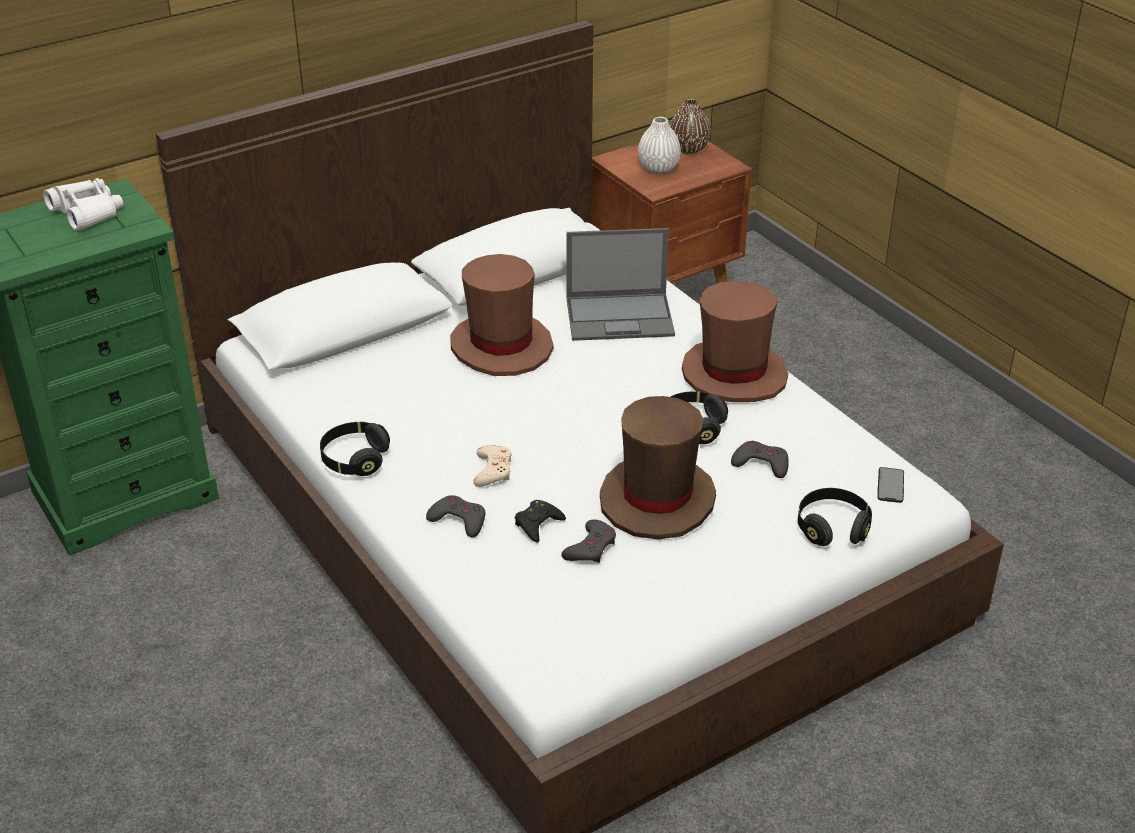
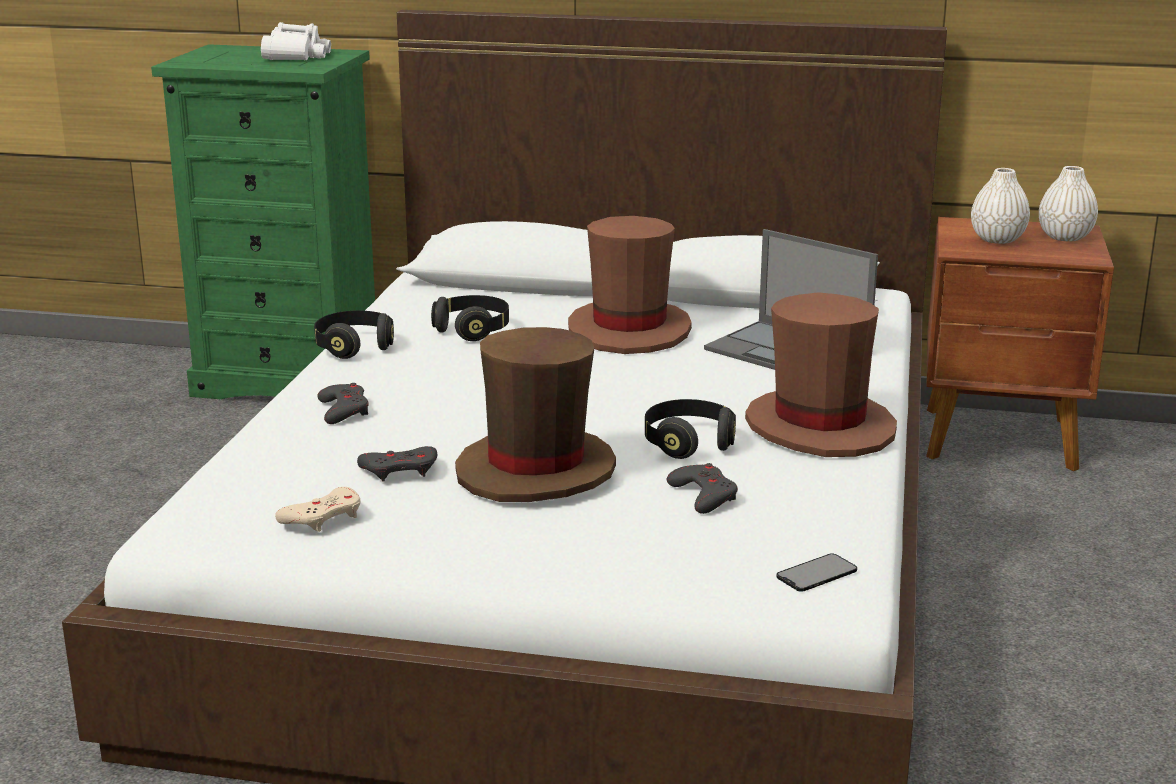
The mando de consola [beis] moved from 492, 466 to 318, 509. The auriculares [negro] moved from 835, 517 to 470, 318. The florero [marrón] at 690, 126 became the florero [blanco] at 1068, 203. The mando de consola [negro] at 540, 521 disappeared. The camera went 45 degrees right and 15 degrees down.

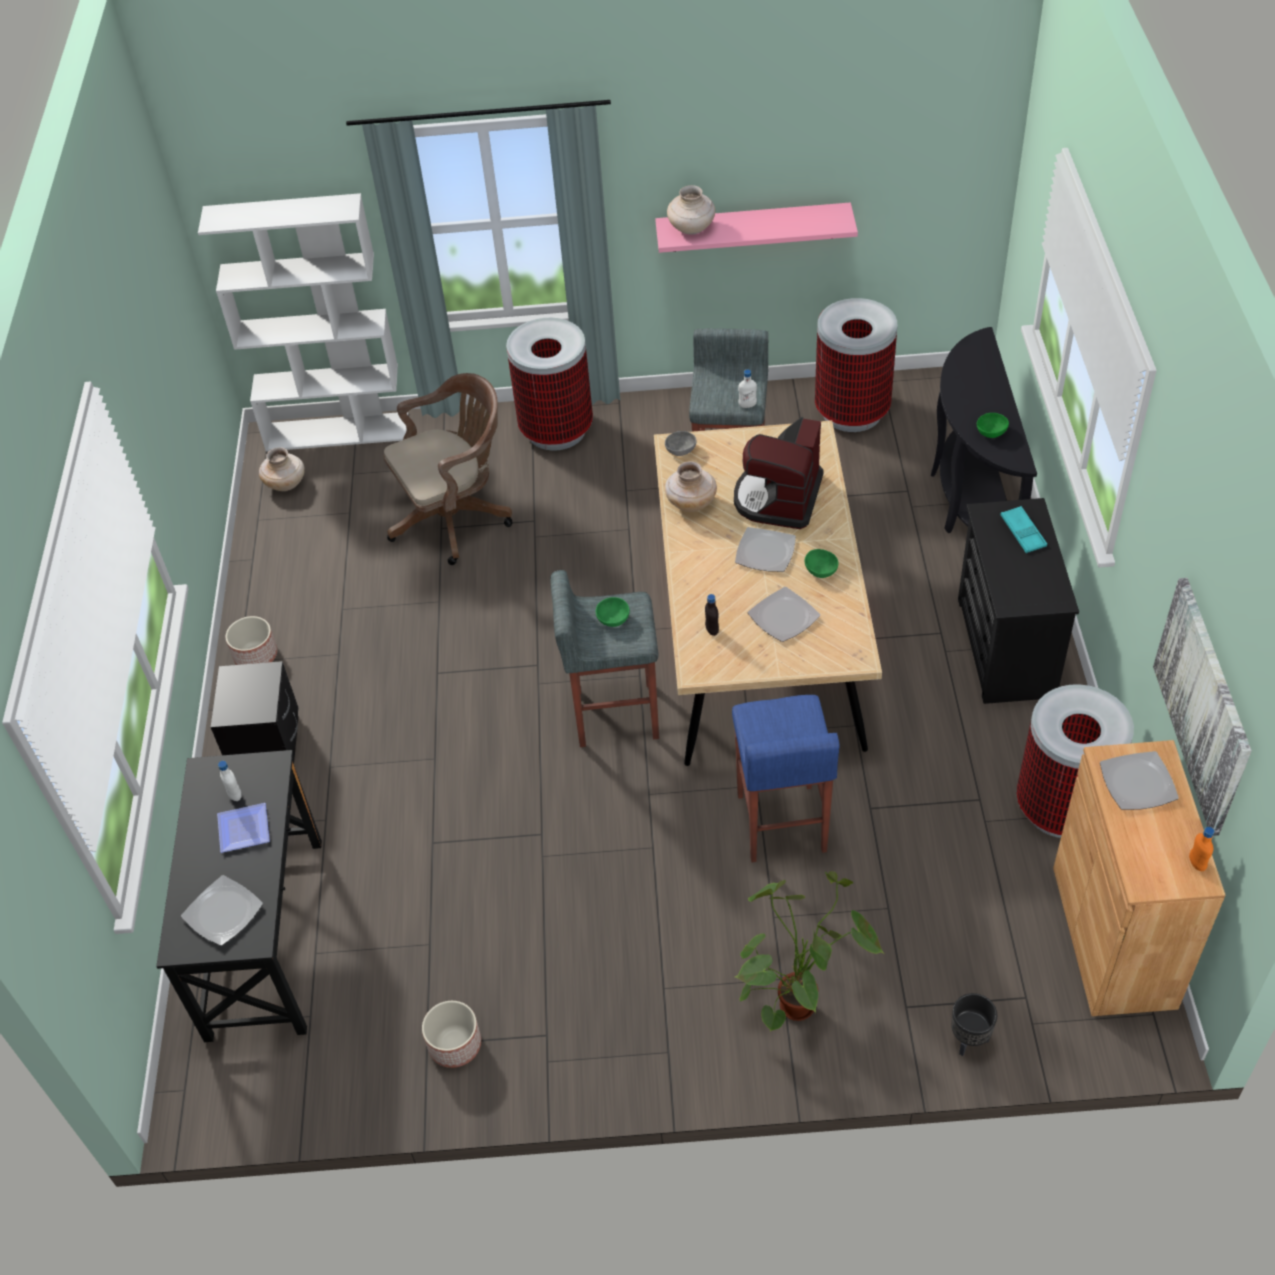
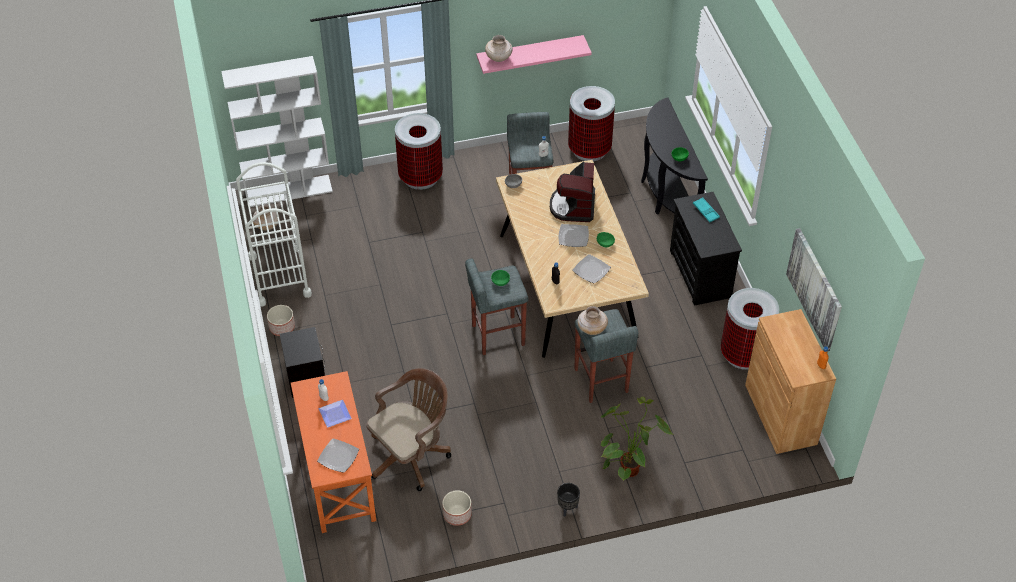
The carrito [blanco] at 274, 234 appeared. The escritorio [negro] at 239, 896 became the escritorio [naranja] at 333, 452. The silla de oficina [marrón] moved from 447, 469 to 409, 429. The maceta [negro] moved from 974, 1024 to 568, 500. The taburete [azul] at 786, 779 became the taburete [gris] at 606, 356. The florero [beis] moved from 691, 486 to 592, 320. The plato at 1139, 780 disappeared. The camera went 15 degrees left and 0 degrees up.

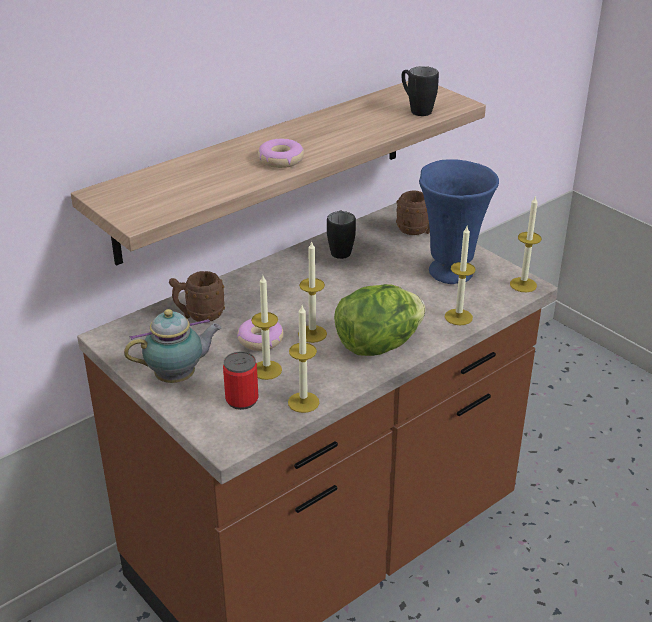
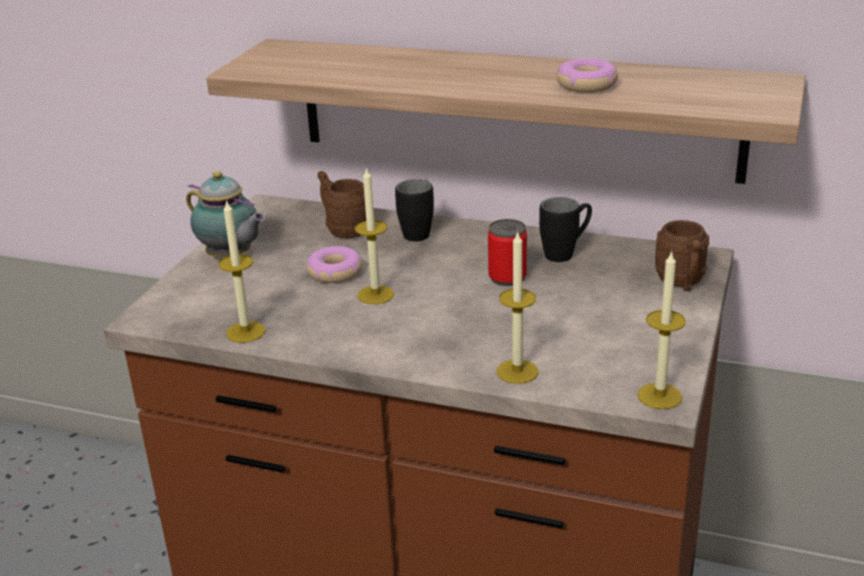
The taza grande [negro] moved from 420, 91 to 414, 210. The lata moved from 240, 381 to 507, 252. The rosquilla moved from 281, 153 to 587, 75. The vela at 266, 327 disappeared. The lechuga at 379, 320 disappeared. The florero [azul] at 459, 221 disappeared. The camera went 60 degrees right and 5 degrees down.

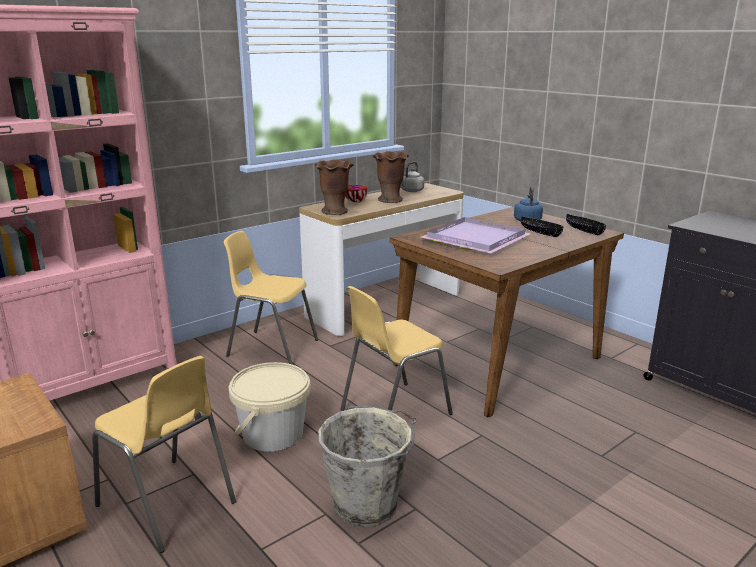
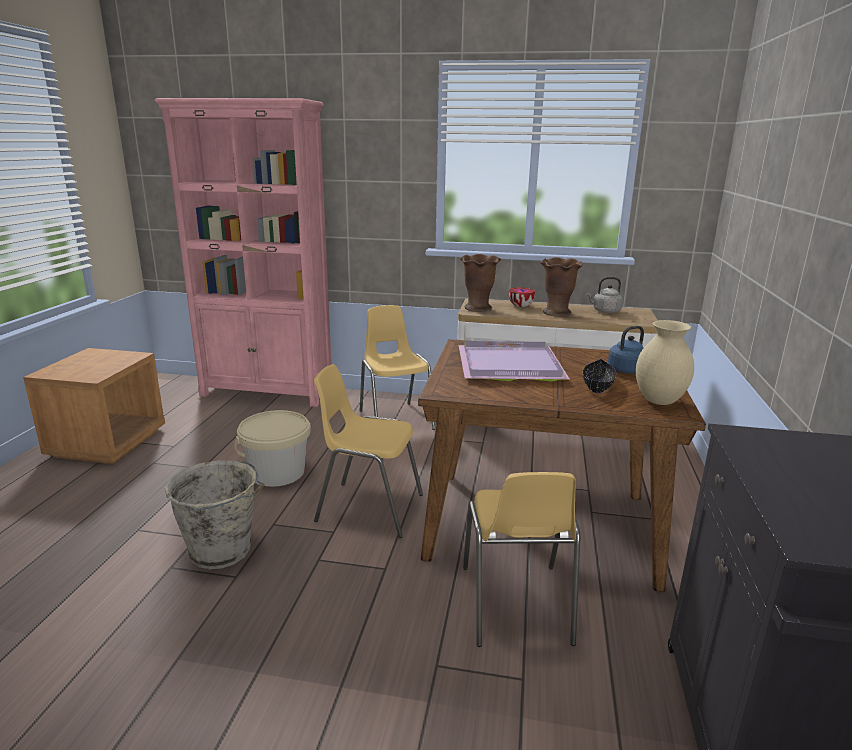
The silla [amarillo] moved from 164, 454 to 521, 559. The cuenco [negro] at 586, 224 was replaced by the florero [beis] at 665, 362. The camera went 50 degrees right and 0 degrees up.

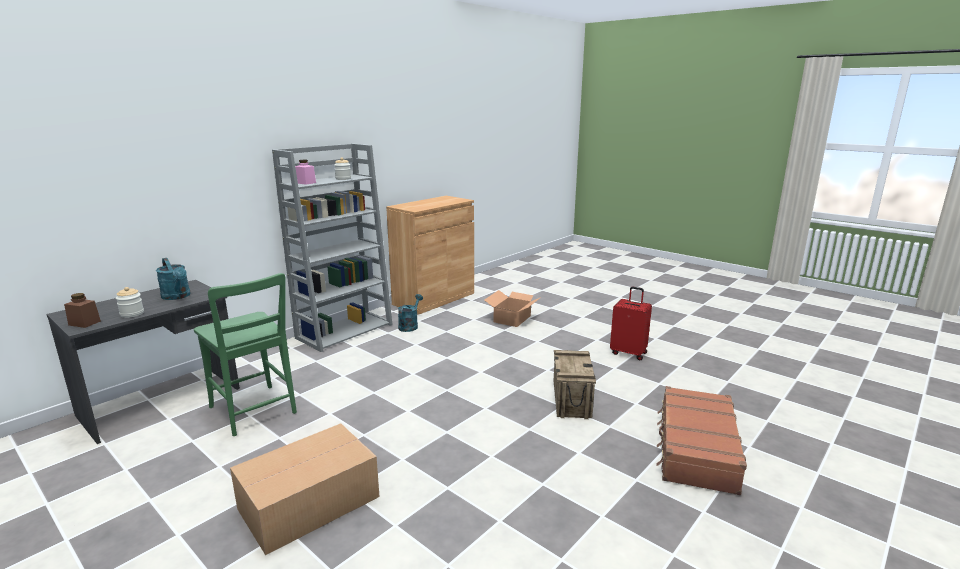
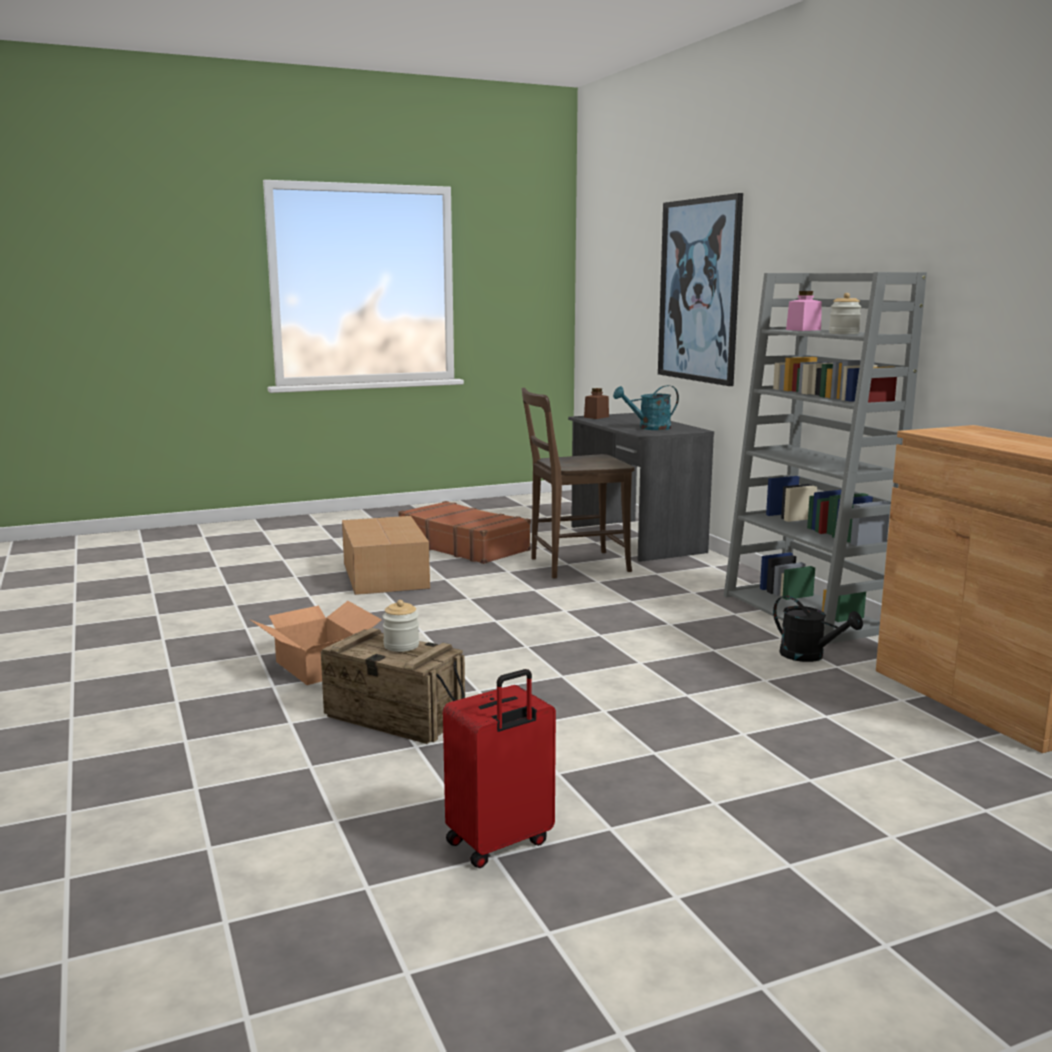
The caja de cartón moved from 512, 308 to 316, 643. The tarro moved from 130, 302 to 401, 626. The maleta [marrón] moved from 701, 440 to 464, 532. The silla [verde] at 245, 354 became the silla [marrón] at 578, 483. The cuadro at 700, 289 appeared. The regadera [turquesa] at 410, 313 became the regadera [negro] at 818, 629. The camera went 115 degrees right and 5 degrees down.

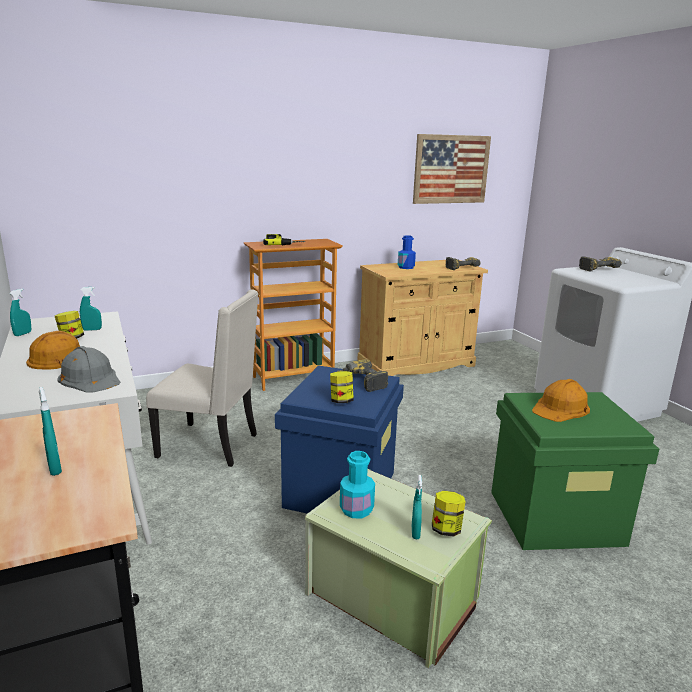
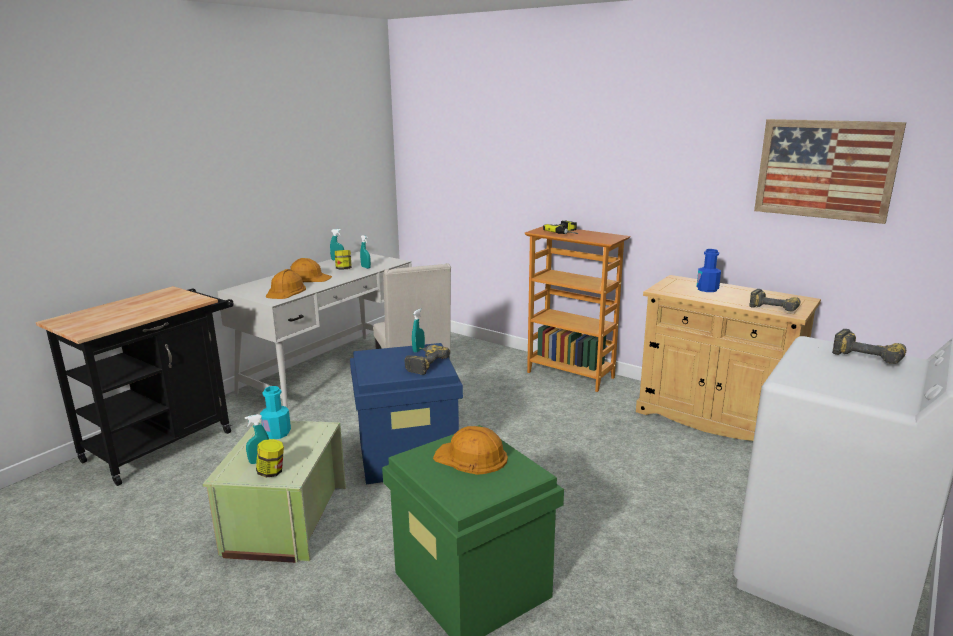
The casco [gris] at 89, 369 became the casco [naranja] at 286, 284. The pulverizador [turquesa] moved from 50, 431 to 418, 330. The tarro at 342, 387 disappeared. The camera went 60 degrees right and 0 degrees up.

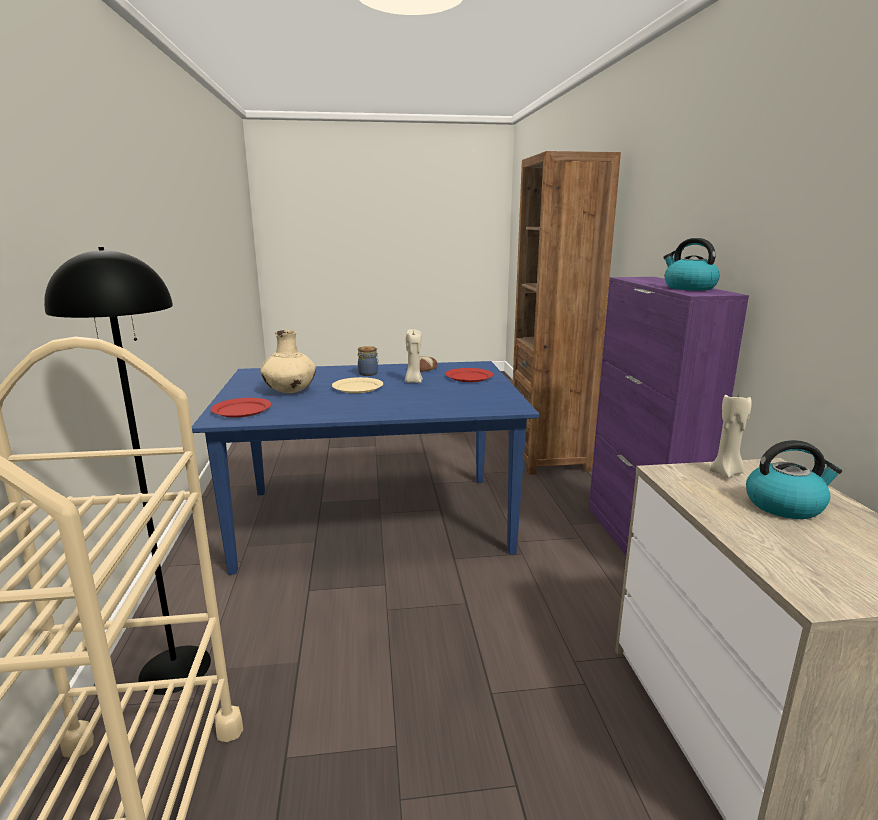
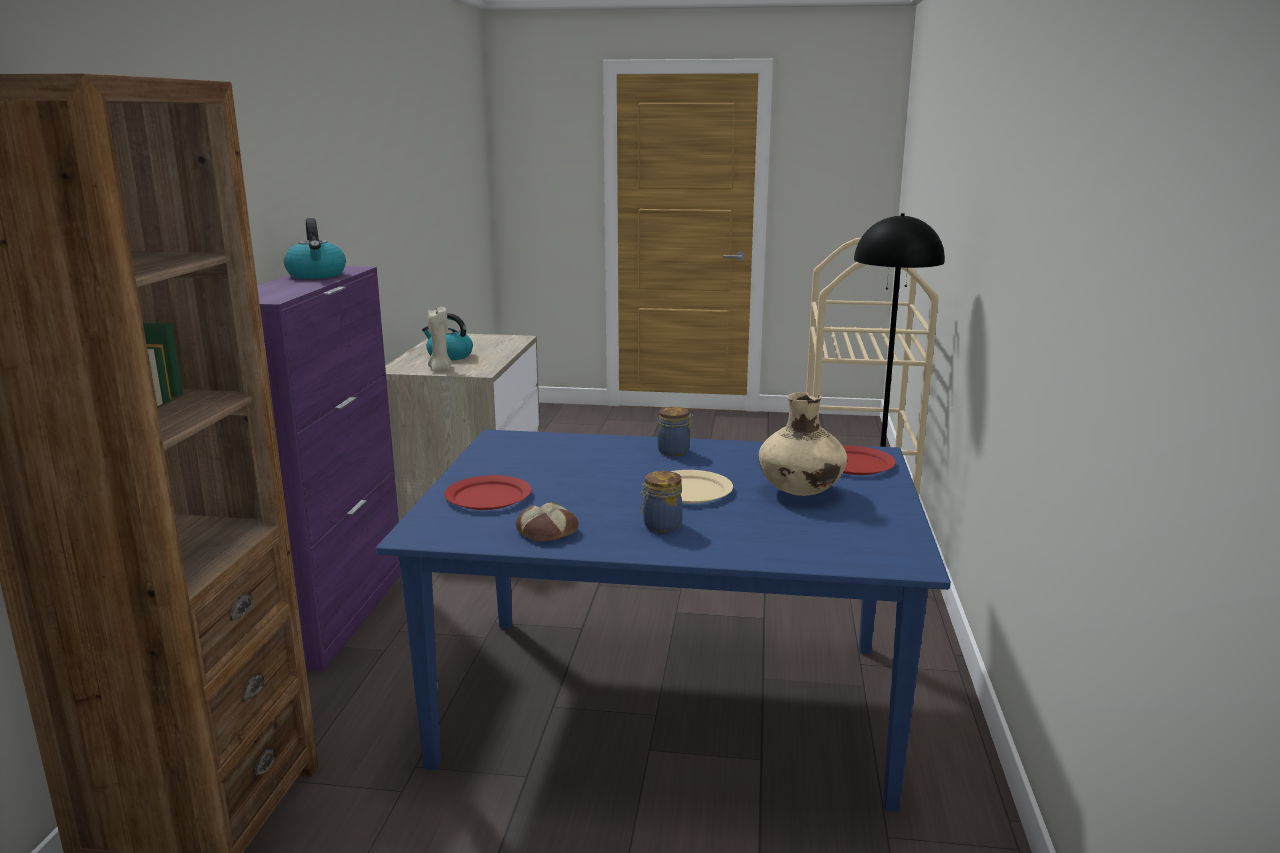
The tarro at 676, 431 appeared. The vela [beis] at 414, 356 disappeared. The camera went 165 degrees left and 0 degrees up.

